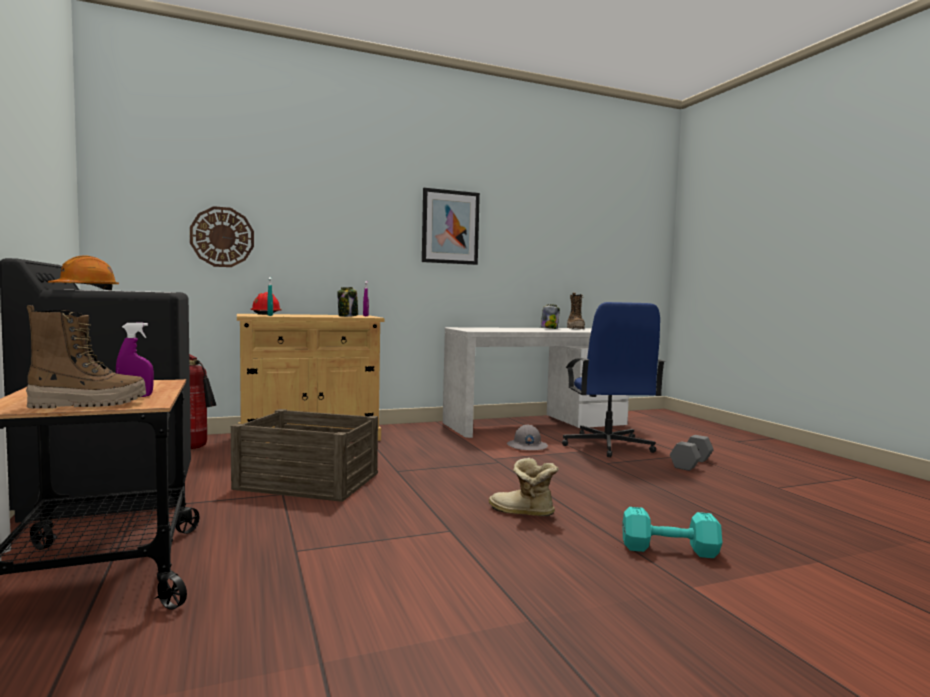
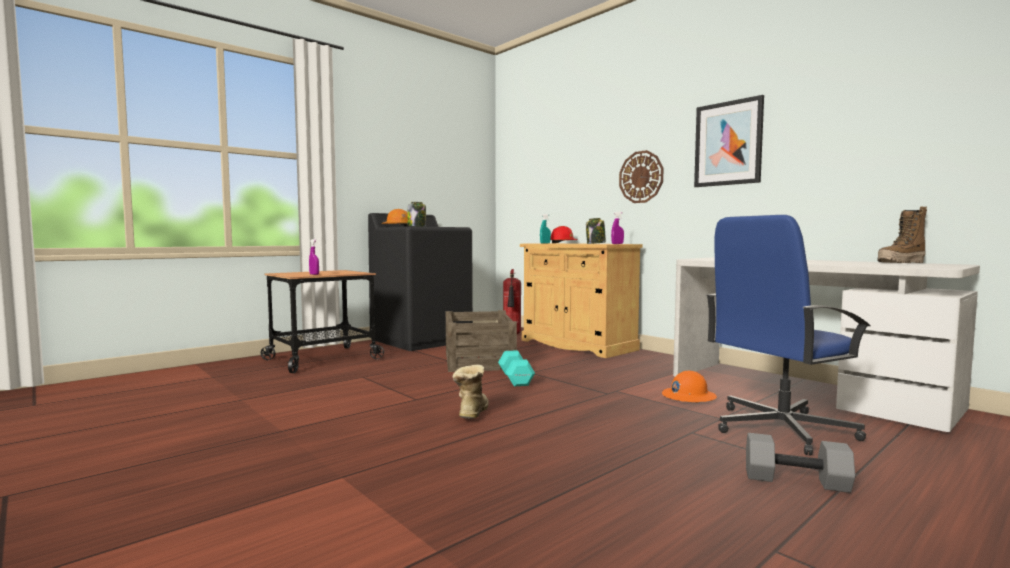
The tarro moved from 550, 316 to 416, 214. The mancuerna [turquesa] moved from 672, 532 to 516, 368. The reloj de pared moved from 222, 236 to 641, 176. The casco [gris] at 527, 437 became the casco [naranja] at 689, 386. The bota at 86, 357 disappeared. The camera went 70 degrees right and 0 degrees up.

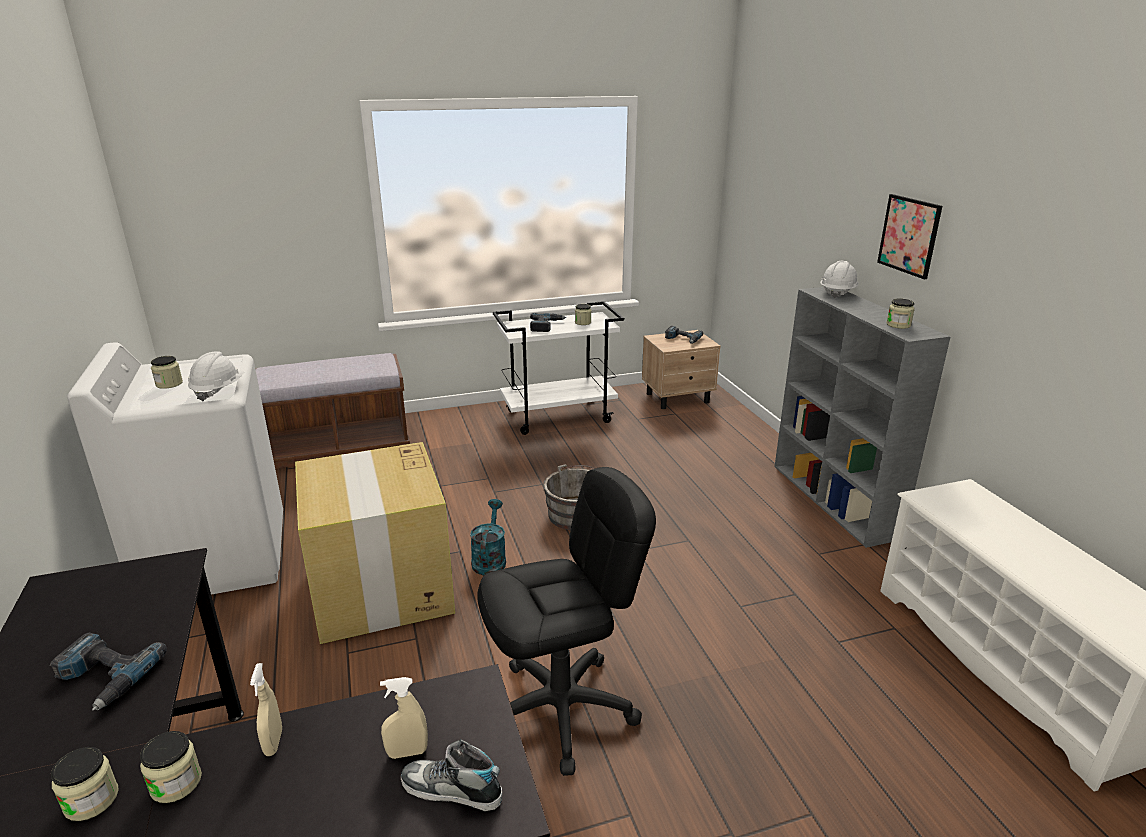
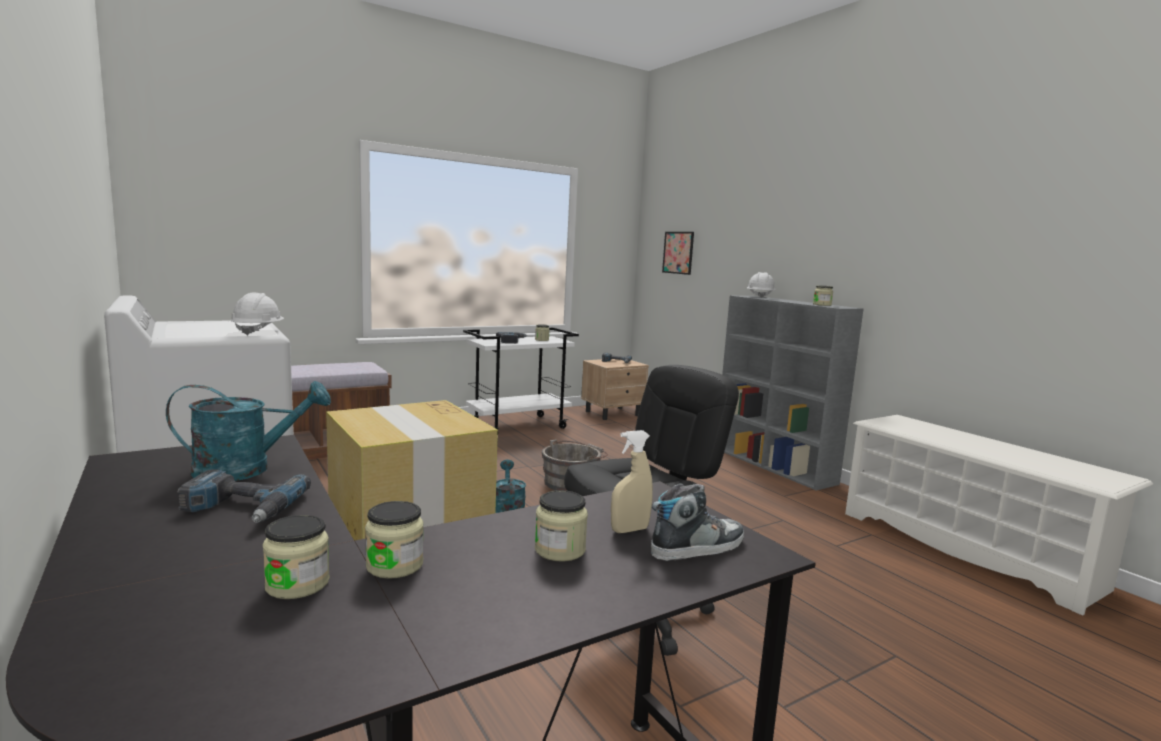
The regadera [turquesa] at 248, 431 appeared. The tarro moved from 167, 372 to 561, 526. The zapato at 451, 775 turned 150 degrees clockwise. The cuadro moved from 909, 236 to 678, 253. The pulverizador [beis] at 266, 709 disappeared. The camera went 15 degrees left and 15 degrees down.

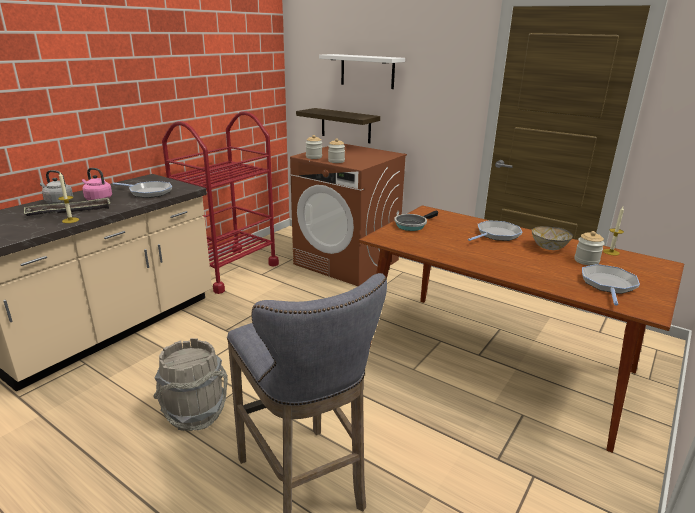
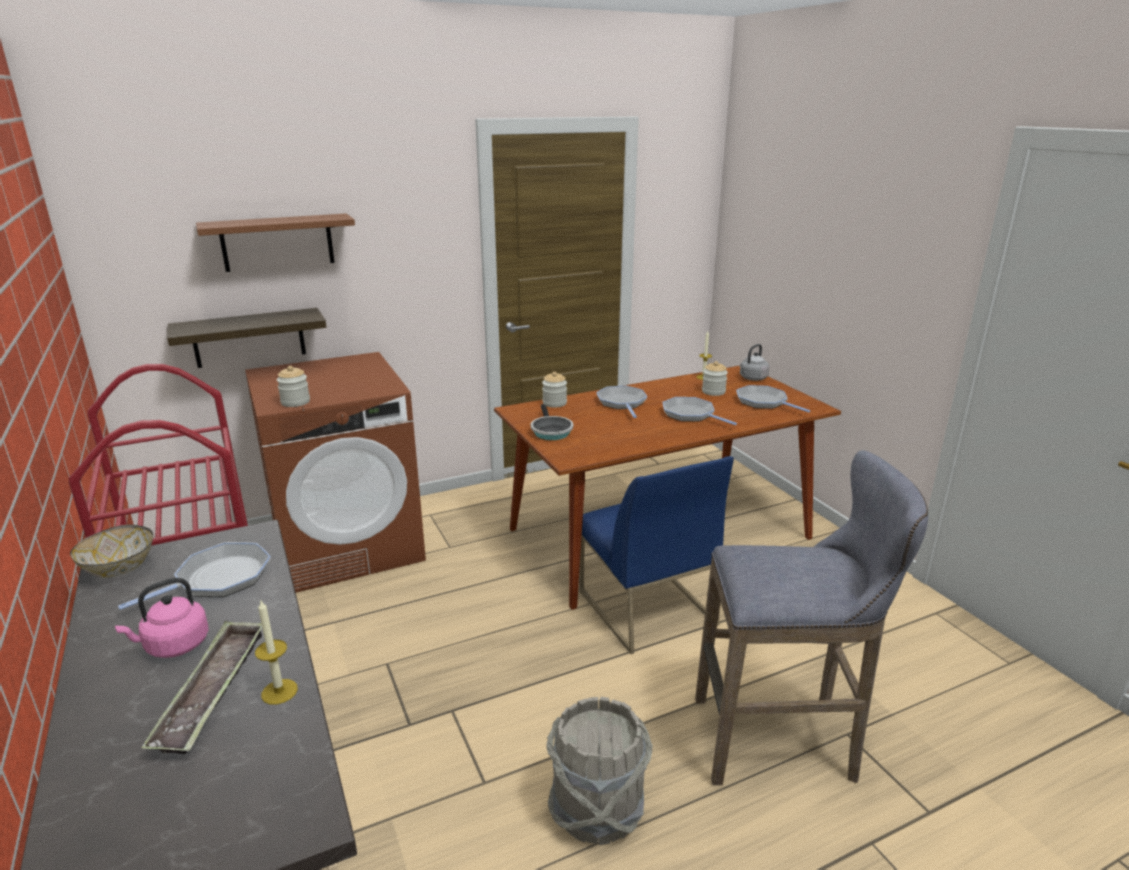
The cuenco moved from 552, 238 to 111, 551. The estante [blanco] at 362, 71 became the estante [marrón] at 275, 243. The tarro moved from 336, 150 to 554, 390. The silla [azul] at 657, 555 appeared. The sartén at 700, 411 appeared. The hervidor [gris] moved from 56, 187 to 754, 362. The camera went 60 degrees left and 0 degrees up.

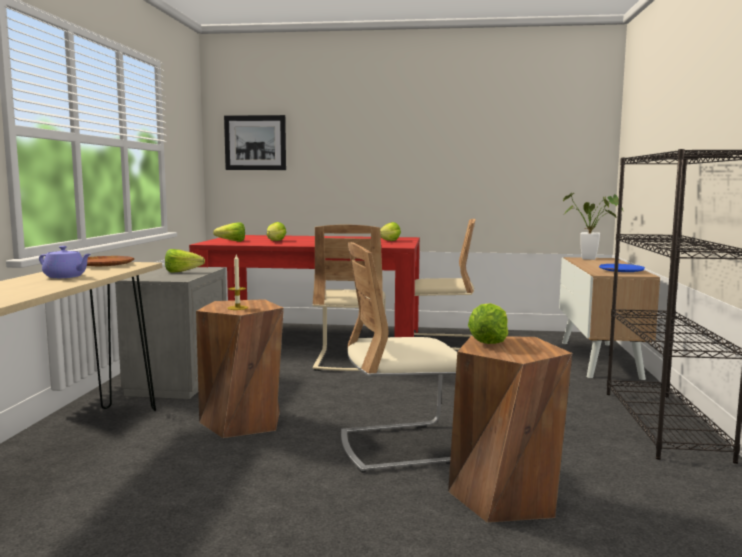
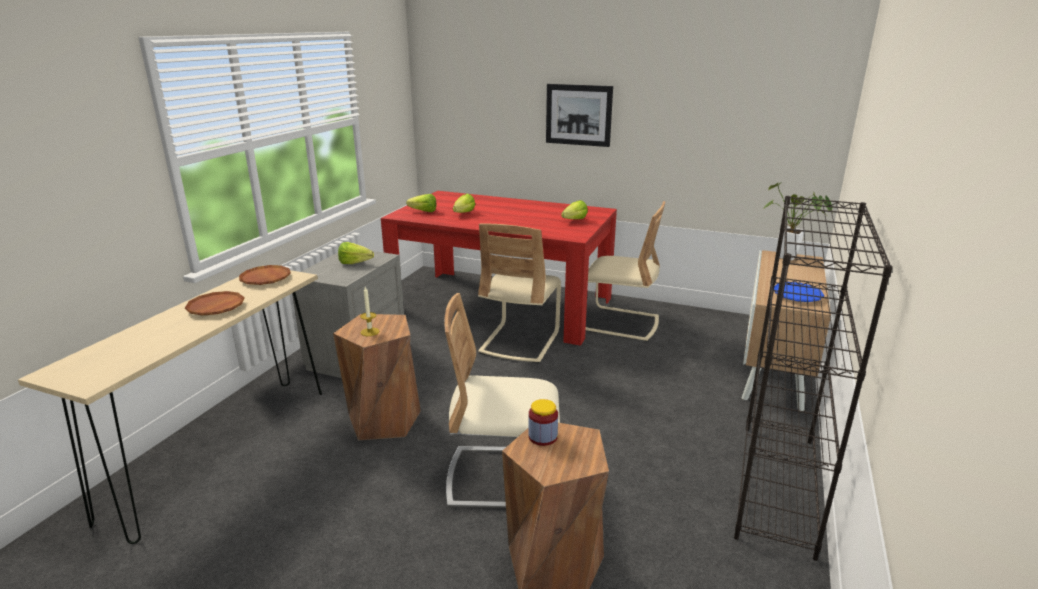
The tetera [morado] at 65, 262 was replaced by the plato [marrón] at 215, 303. The lechuga at 488, 323 was replaced by the tarro at 543, 422. The cuadro moved from 255, 142 to 579, 115. The camera went 15 degrees right and 15 degrees up.

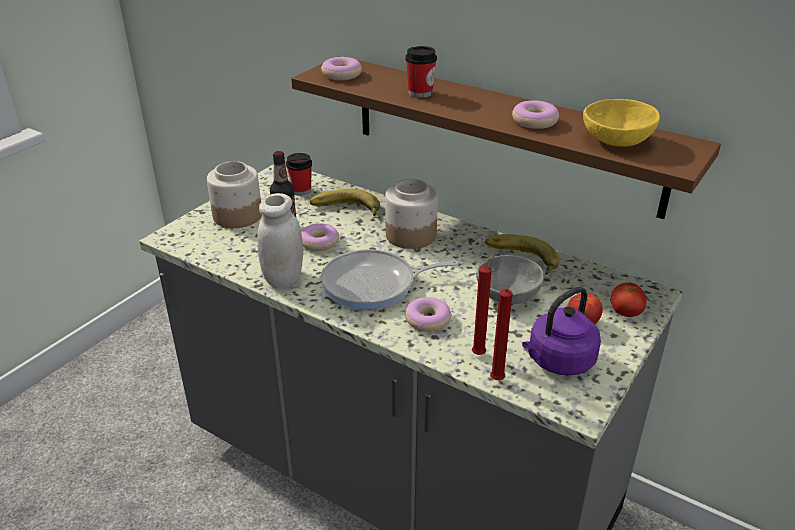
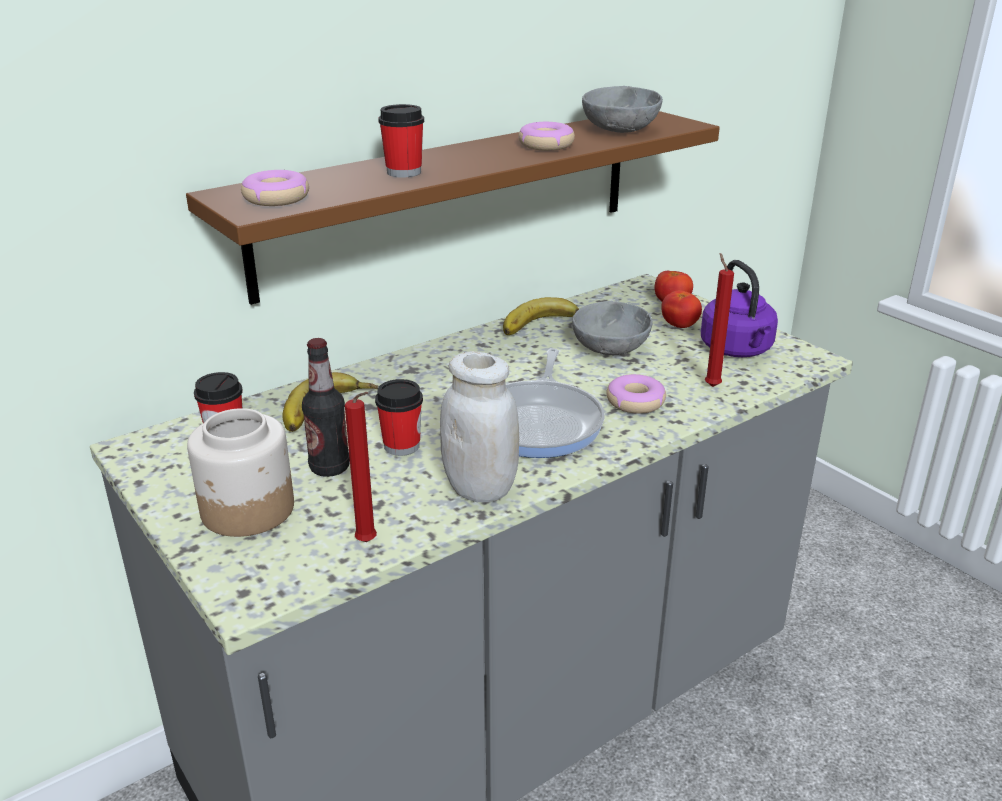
The vela [rojo] moved from 501, 334 to 361, 467. The rosquilla at 320, 237 was replaced by the taza at 399, 417. The cuenco [amarillo] at 621, 123 became the cuenco [gris] at 622, 109. The tarro at 411, 214 disappeared. The camera went 70 degrees left and 5 degrees down.

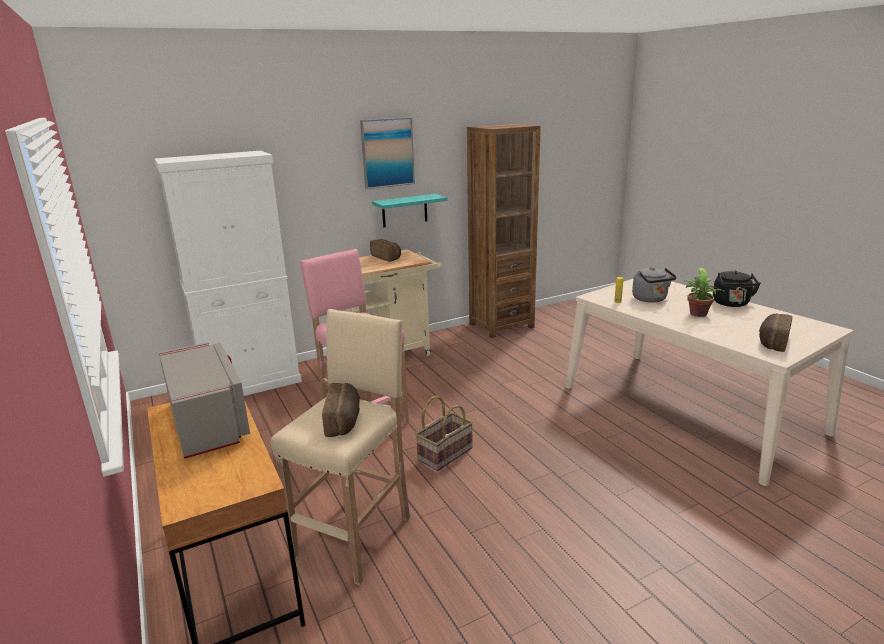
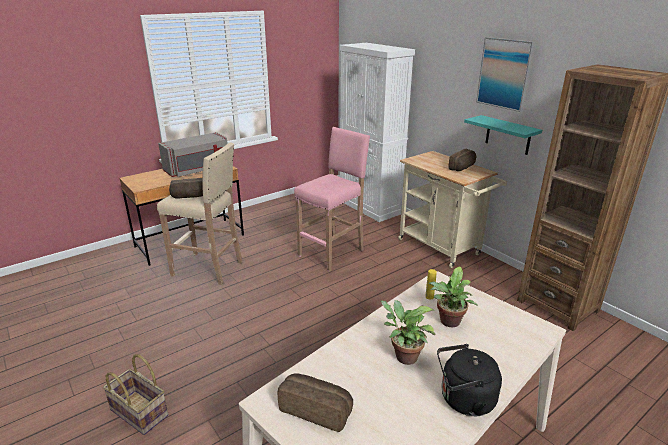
The cesta moved from 444, 433 to 136, 394. The hervidor [gris] at 654, 285 was replaced by the planta en maceta at 453, 297. The camera went 80 degrees right and 5 degrees up.

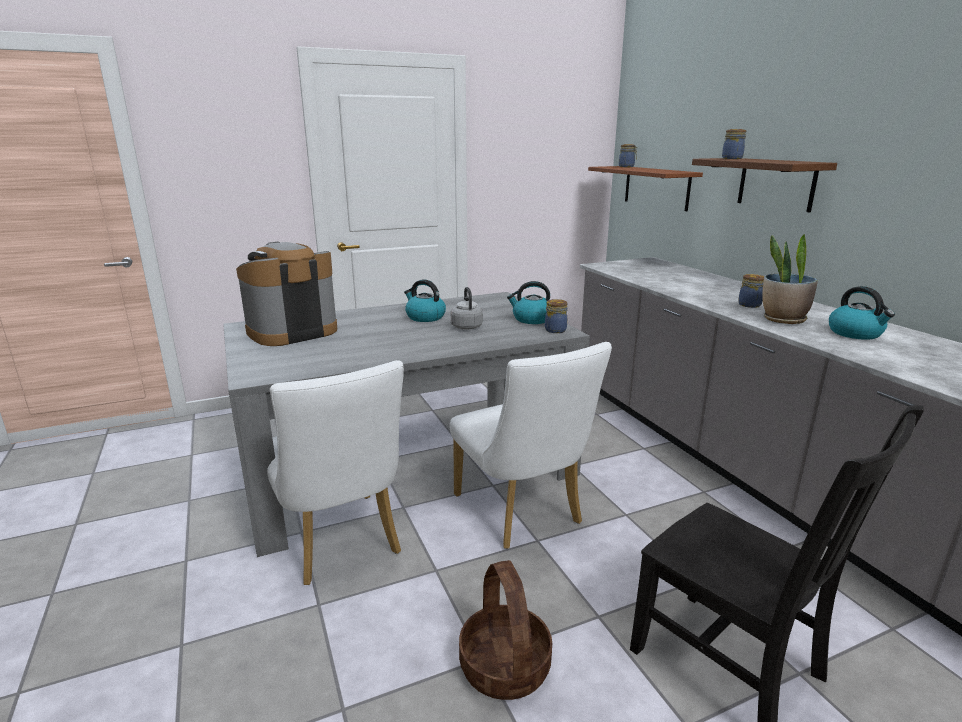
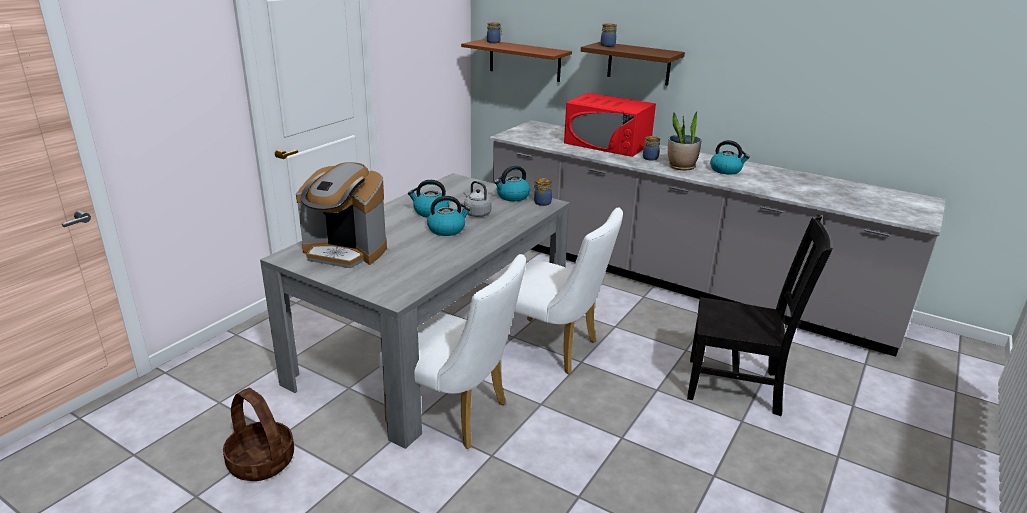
The cesta moved from 505, 630 to 258, 434. The cafetera at 286, 294 turned 90 degrees counterclockwise. The hervidor at 449, 216 appeared. The microondas [rojo] at 610, 125 appeared. The camera went 35 degrees left and 5 degrees up.

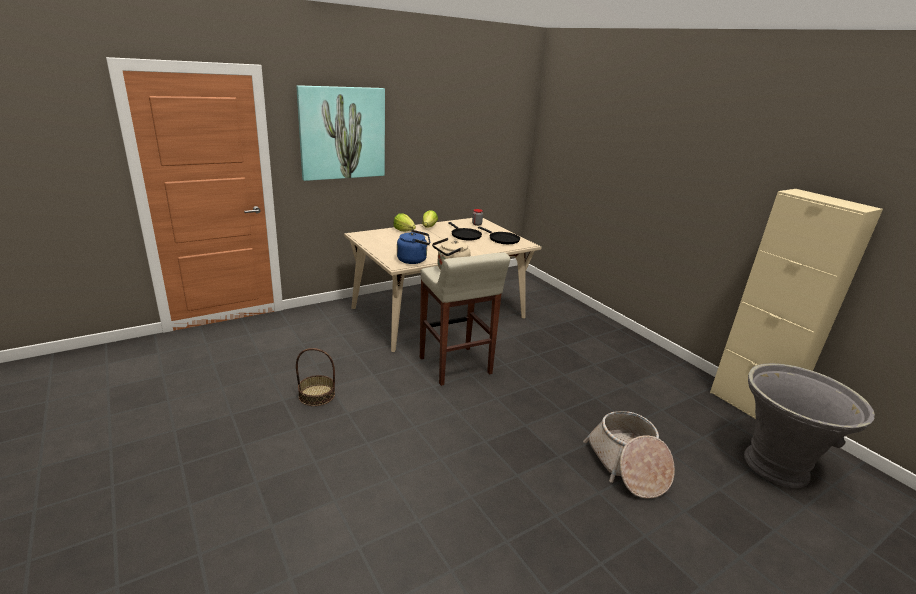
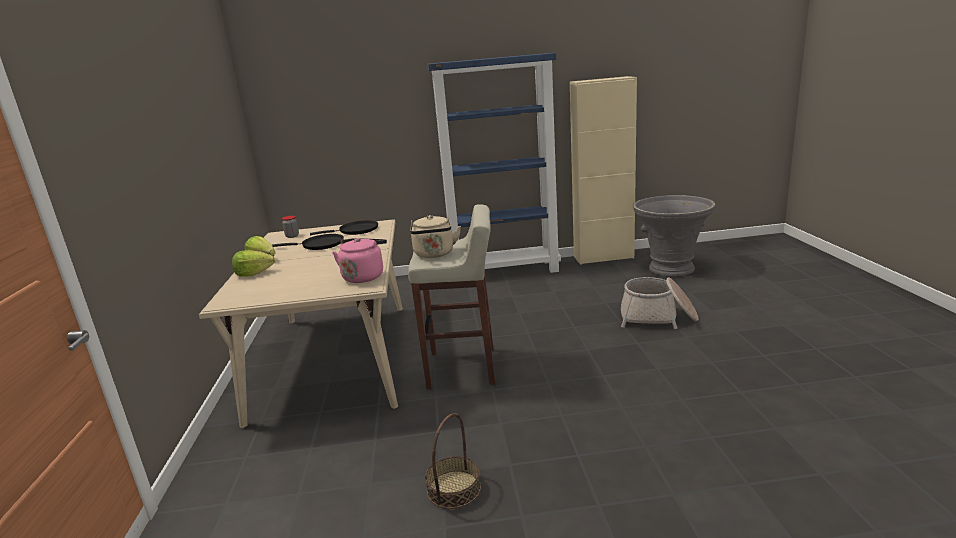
The hervidor [azul] at 413, 247 became the hervidor [rosa] at 359, 260. The estantería [azul] at 494, 163 appeared. The cuadro at 340, 133 disappeared. The camera went 60 degrees left and 5 degrees down.

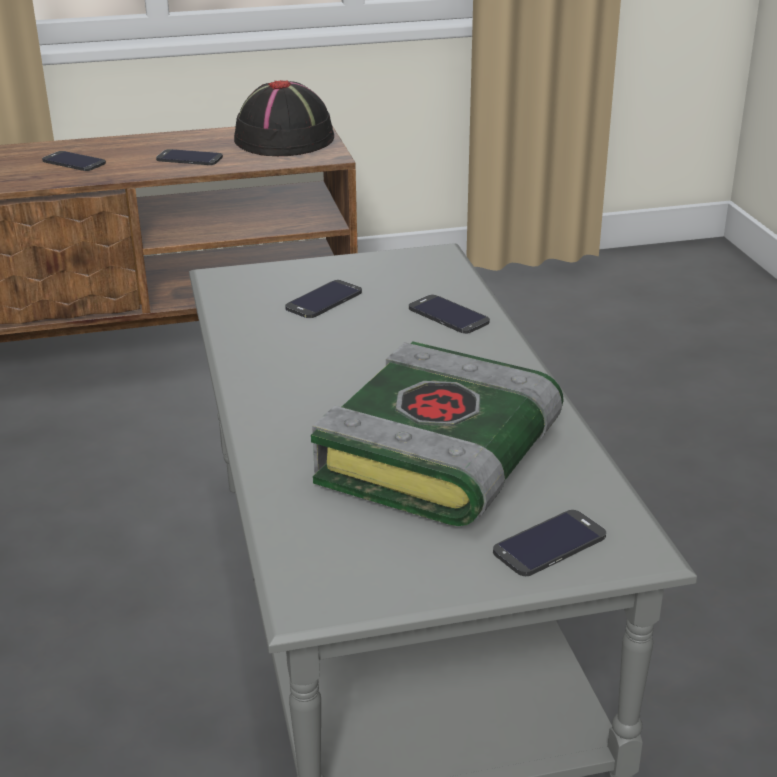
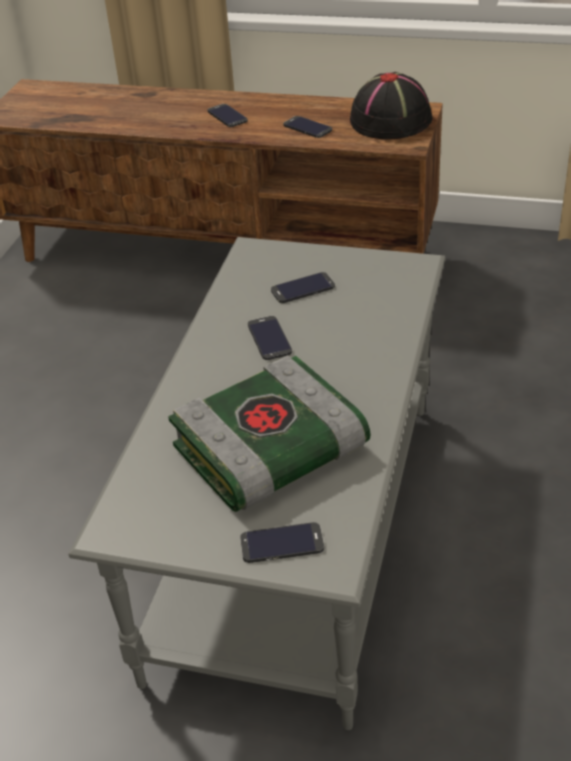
The móvil moved from 449, 314 to 270, 338. The camera went 30 degrees right and 10 degrees up.

